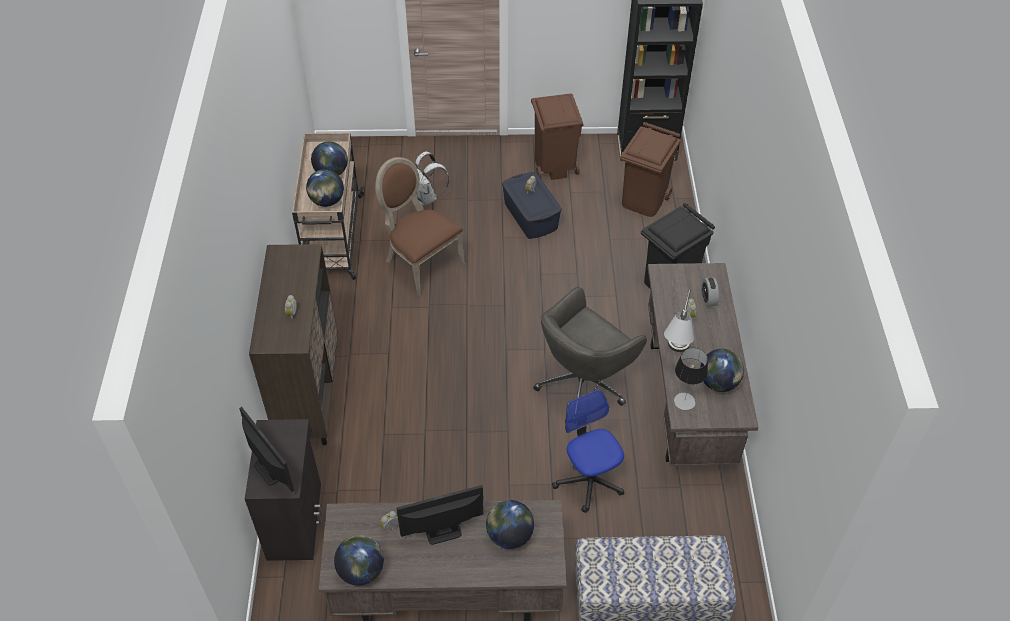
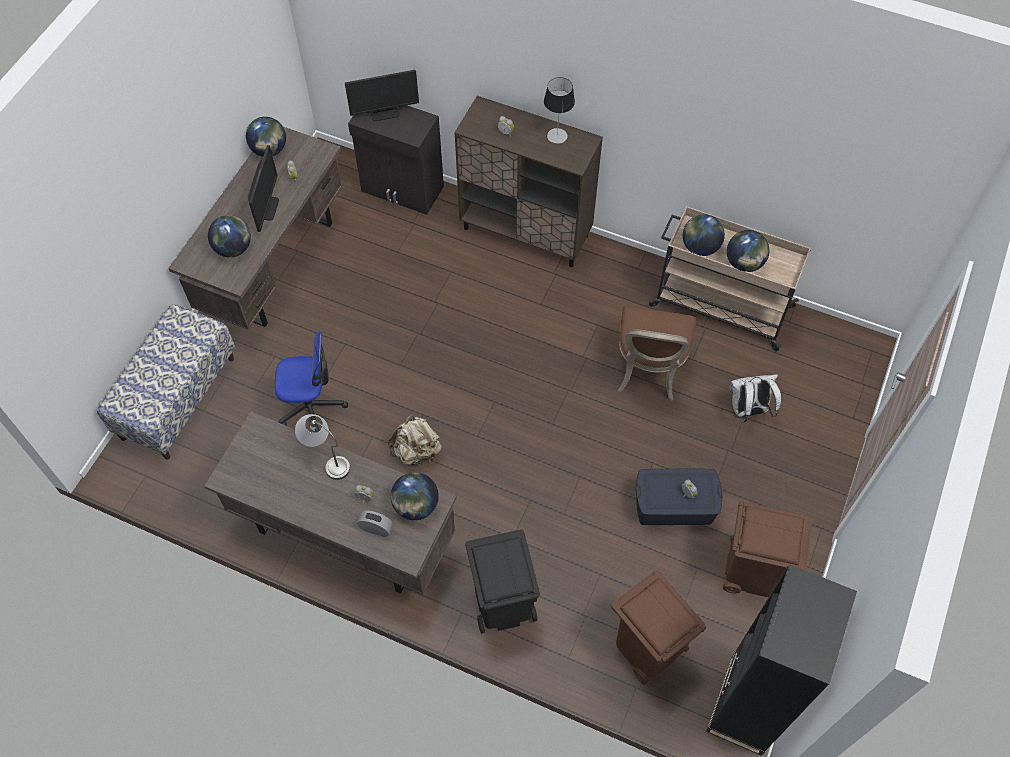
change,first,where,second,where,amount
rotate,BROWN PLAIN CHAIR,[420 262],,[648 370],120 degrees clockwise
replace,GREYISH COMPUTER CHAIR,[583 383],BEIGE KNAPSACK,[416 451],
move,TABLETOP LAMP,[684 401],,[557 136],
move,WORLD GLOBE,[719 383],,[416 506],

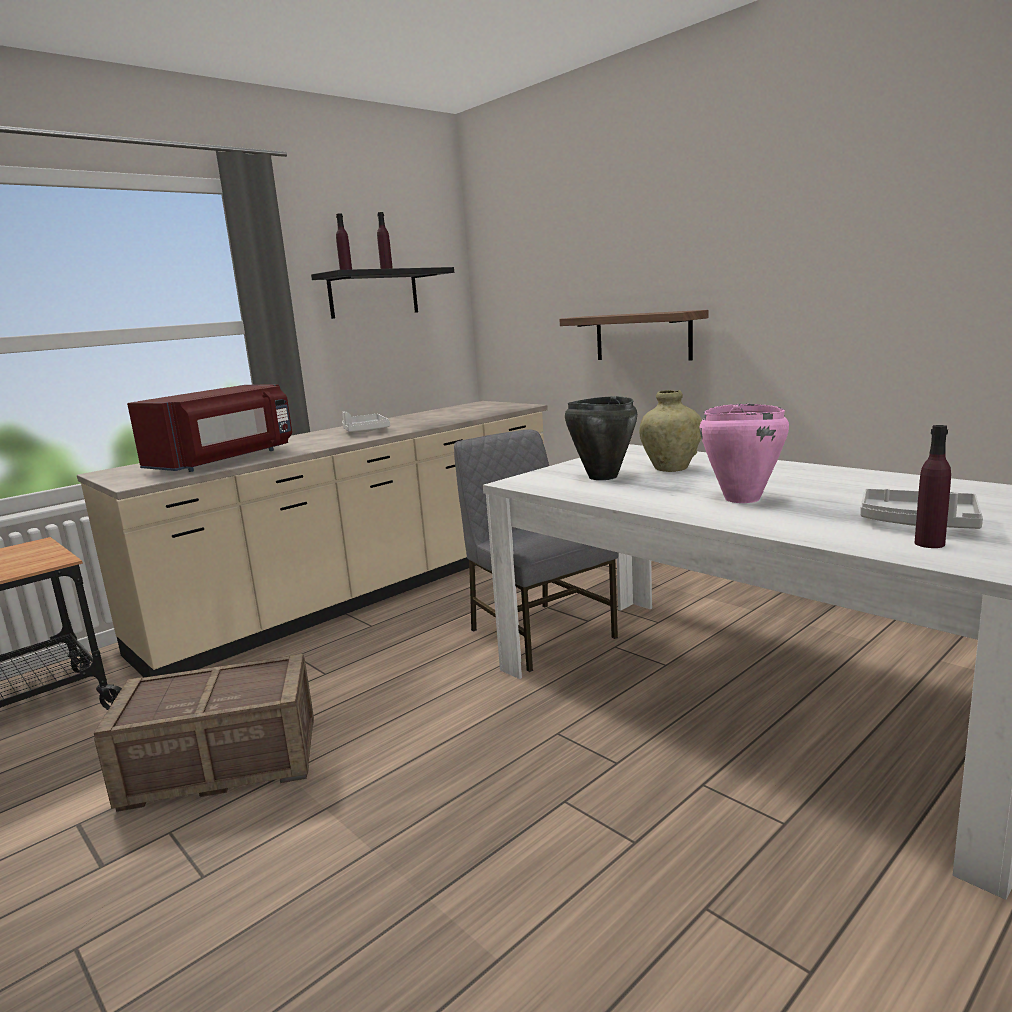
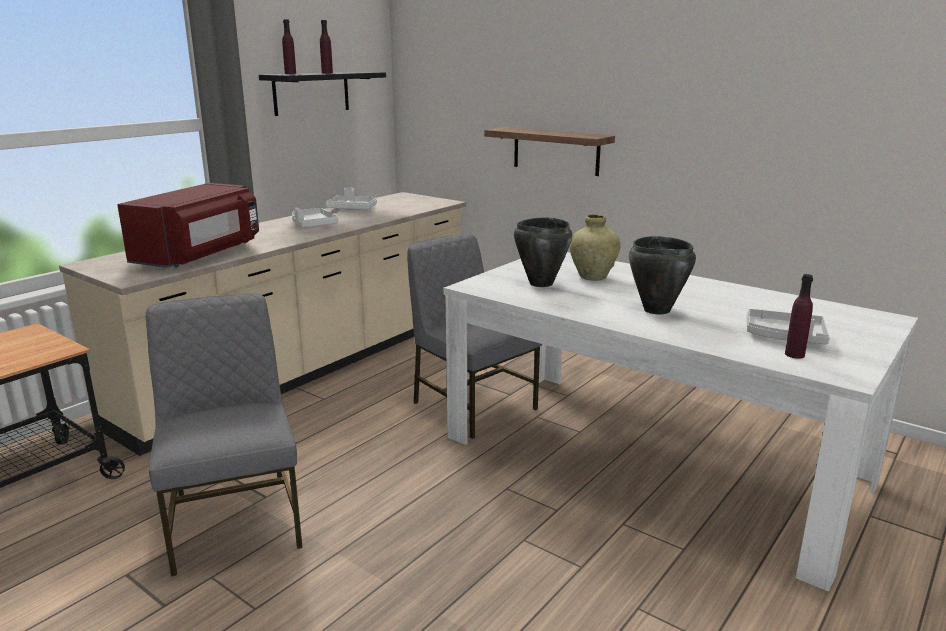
change,first,where,second,where,amount
recolor,PINK-COLOURED COOKING POT,[741 499],BLACKISH COOKING POT,[656 310],
replace,PACKING CRATE,[223 763],GREYISH PLAIN CHAIR,[235 521],
insert,,,WHITE-COLOURED CARRYING TRAY,[352 209],

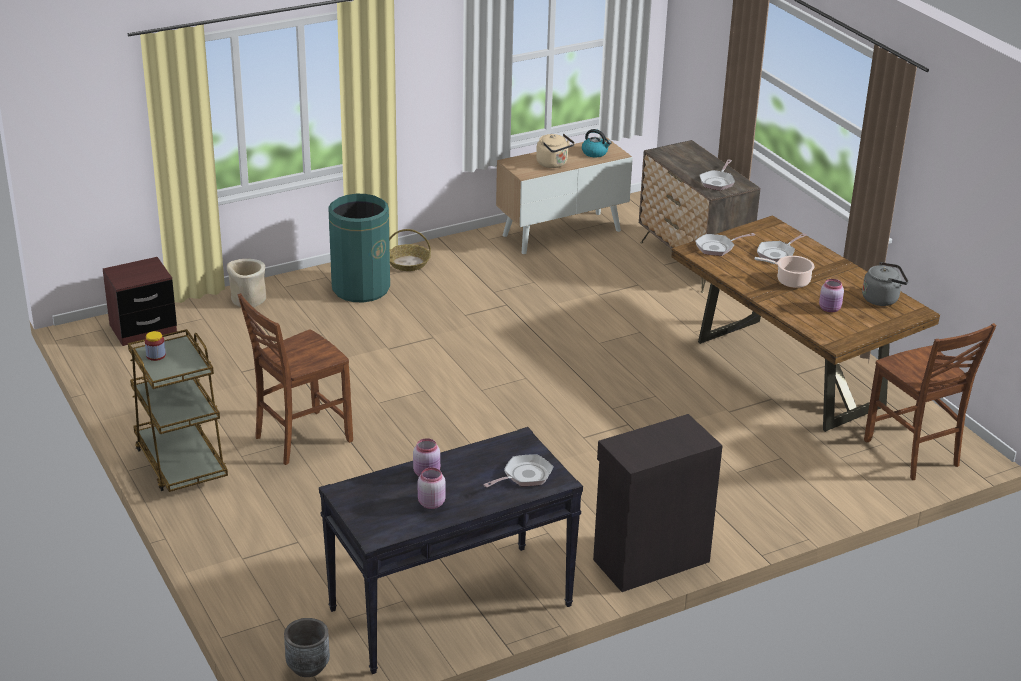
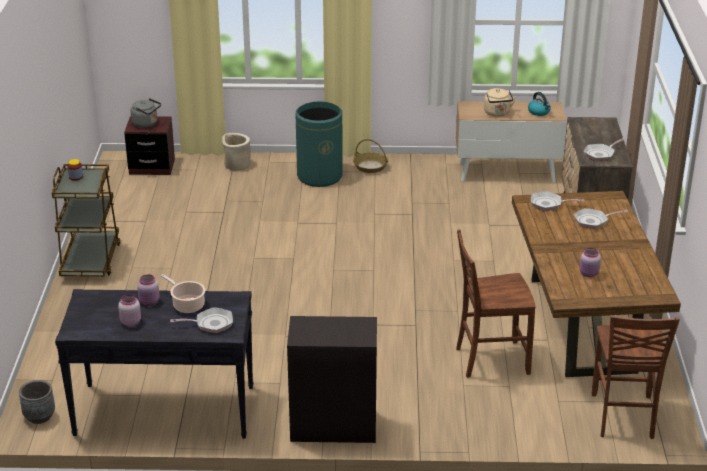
change,first,where,second,where,amount
move,COOKING POT,[790 281],,[187 305],
move,GREYISH WATER KETTLE,[882 299],,[146 124],
move,BROWN PLAIN CHAIR,[300 439],,[490 360],

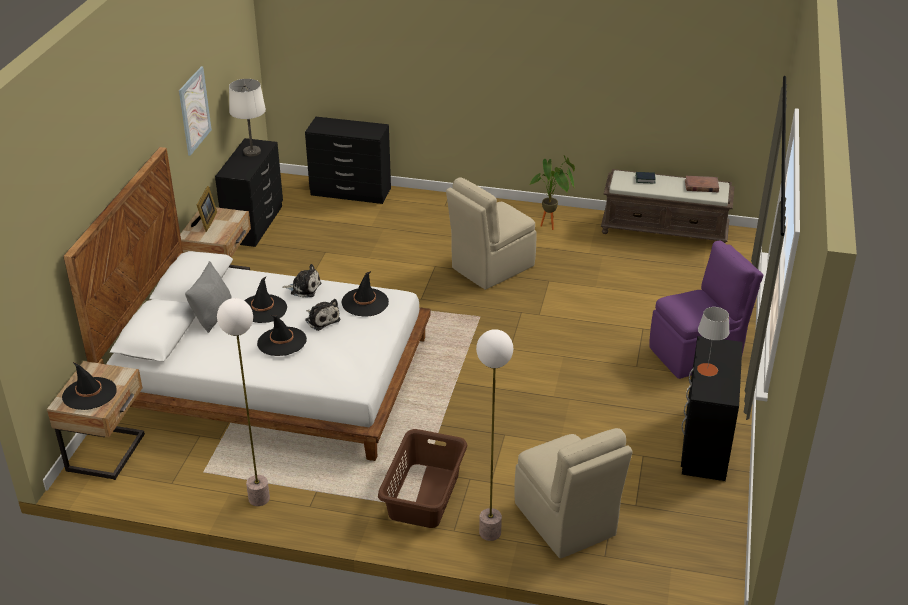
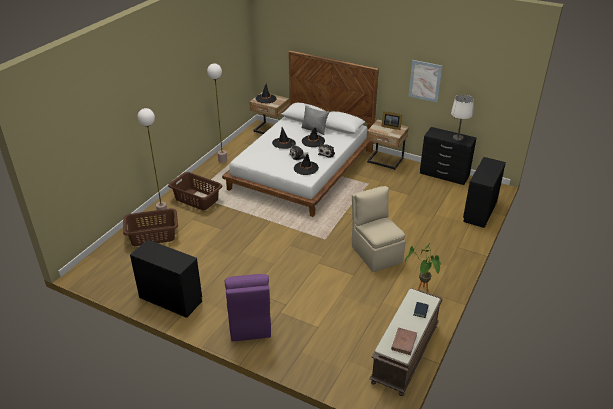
change,first,where,second,where,amount
delete,GREYISH TABLETOP LAMP,[707 370],,,
replace,BEIGE PLAIN CHAIR,[566 521],BROWN WASHING BASKET,[152 236],

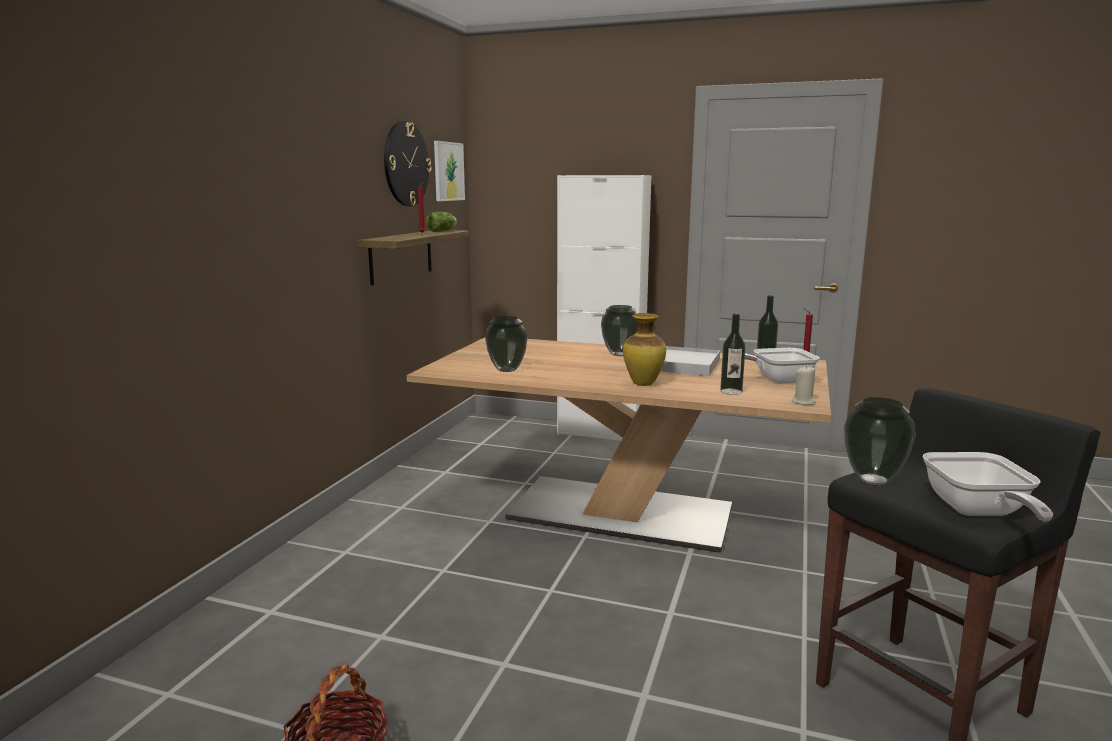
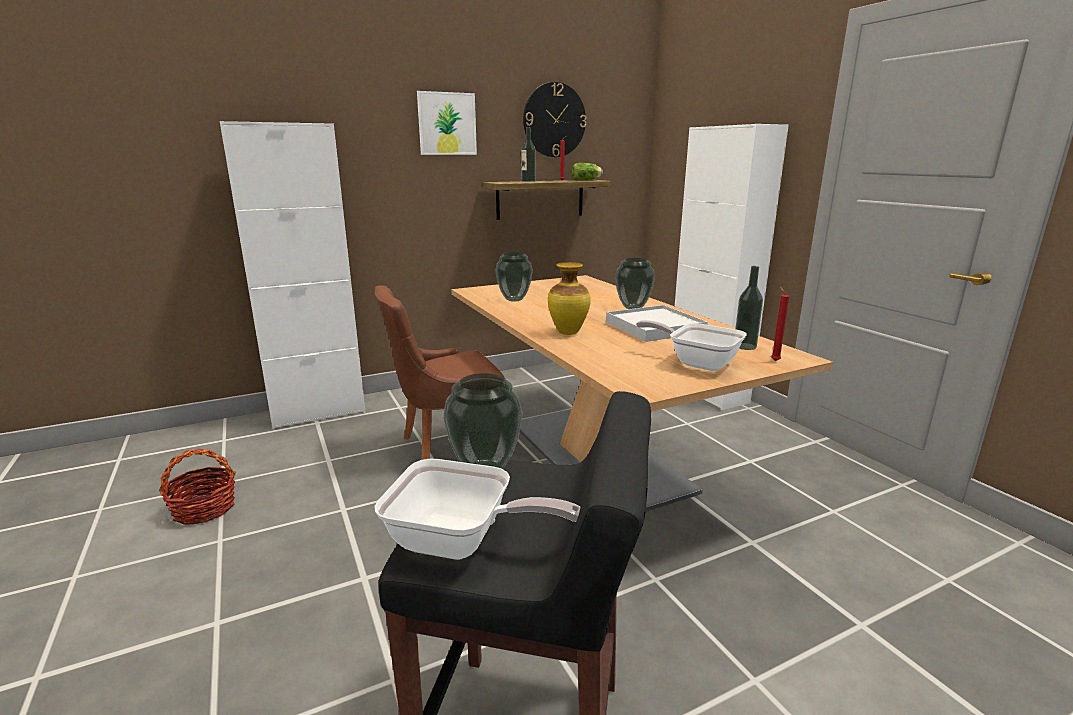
change,first,where,second,where,amount
move,WALL PICTURE,[448 171],,[447 124],
move,DRINK BOTTLE,[731 391],,[528 181],
delete,BEIGE WAX LIGHT,[803 402],,,
rotate,SKILLET,[978 512],,[461 542],120 degrees counterclockwise
insert,,,WHITE-COLOURED STORAGE CABINET,[318 413],
insert,,,BROWN PLAIN CHAIR,[447 449],

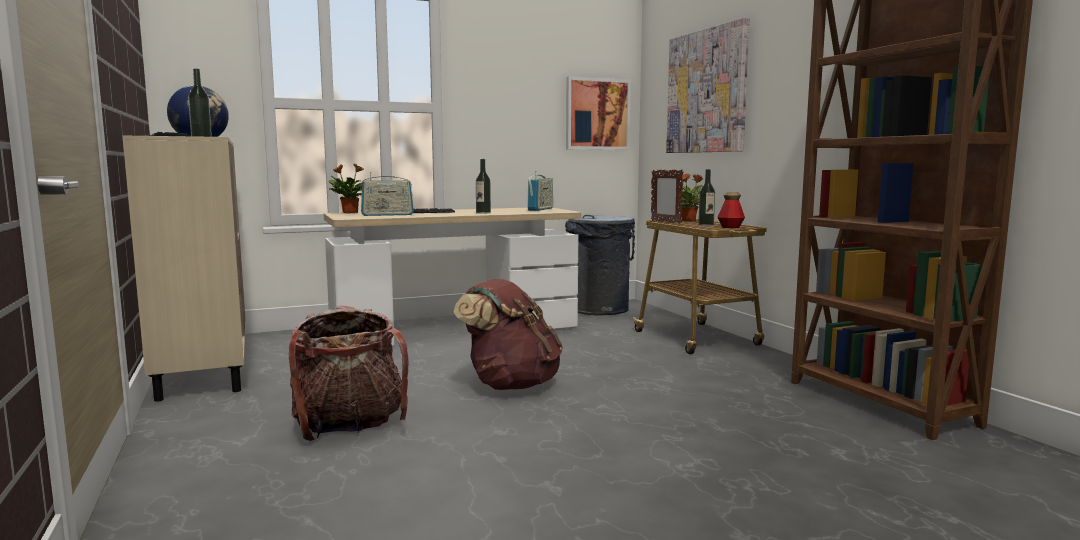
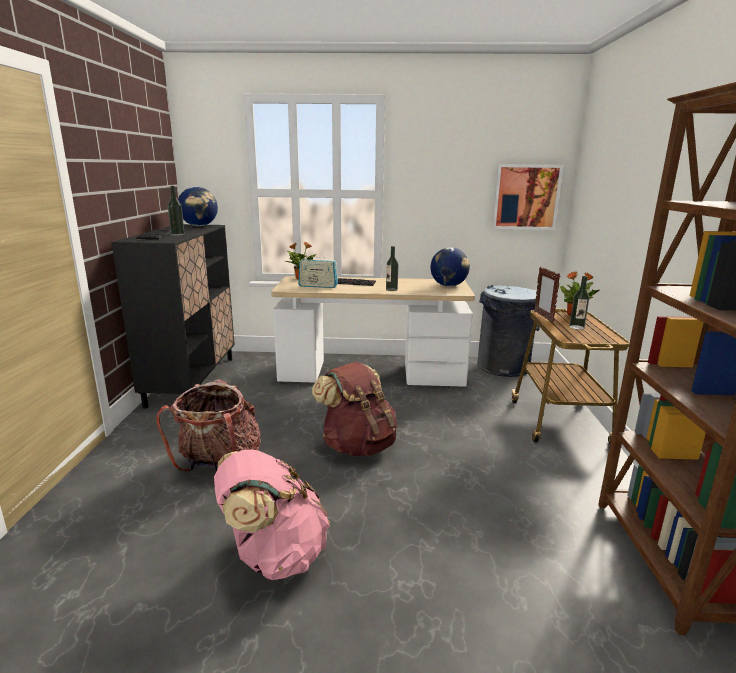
change,first,where,second,where,amount
delete,WALL PICTURE,[707 91],,,
recolor,BEIGE STORAGE CABINET,[204 367],BLACKISH STORAGE CABINET,[192 380],
replace,RADIO RECEIVER,[540 209],WORLD GLOBE,[449 286],
delete,DRINK BOTTLE,[730 227],,,
insert,,,PINK-COLOURED KNAPSACK,[274 555],

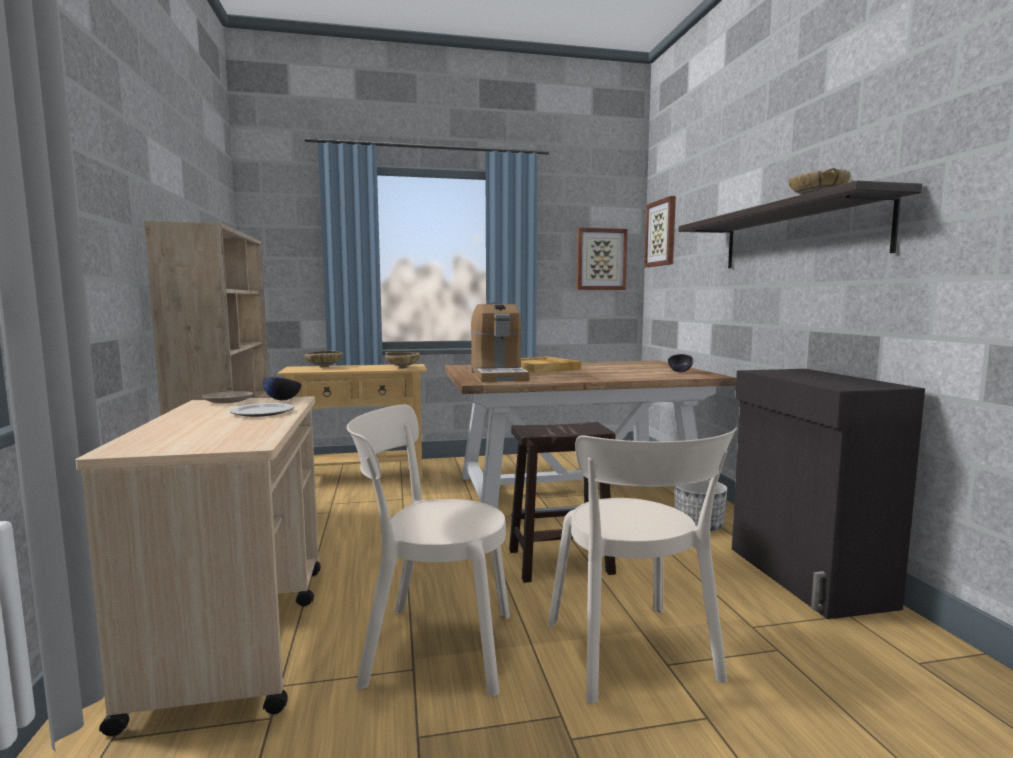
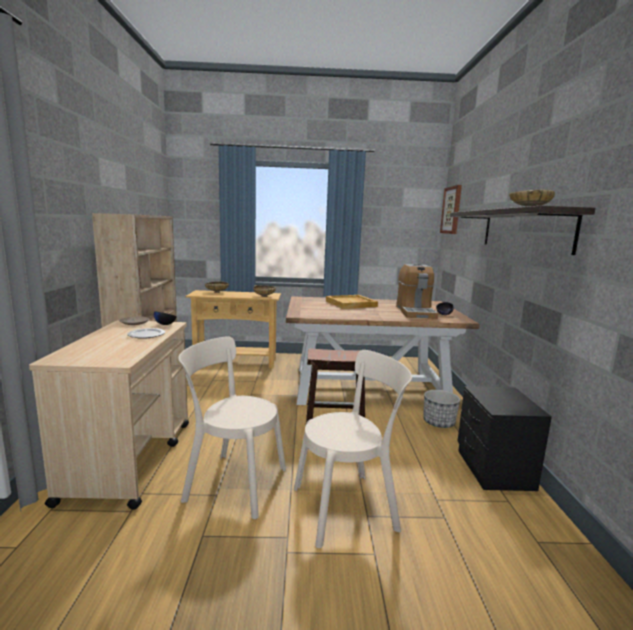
change,first,where,second,where,amount
delete,WALL PICTURE,[600 259],,,
move,COFFEE MAKER,[498 376],,[415 312],
replace,BLACKISH STORAGE CABINET,[806 577],BLACKISH NIGHTSTAND,[494 470],
rotate,BEIGE PLAIN CHAIR,[633 656],,[349 507],105 degrees counterclockwise

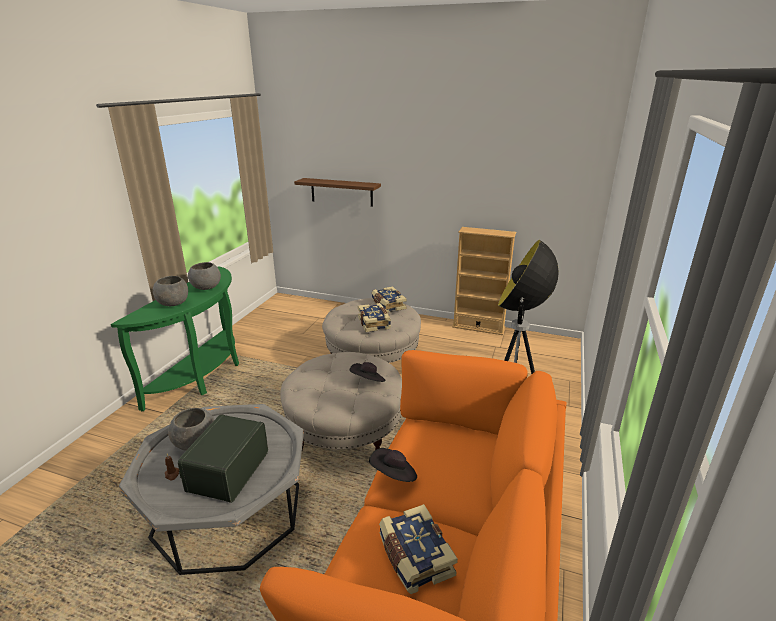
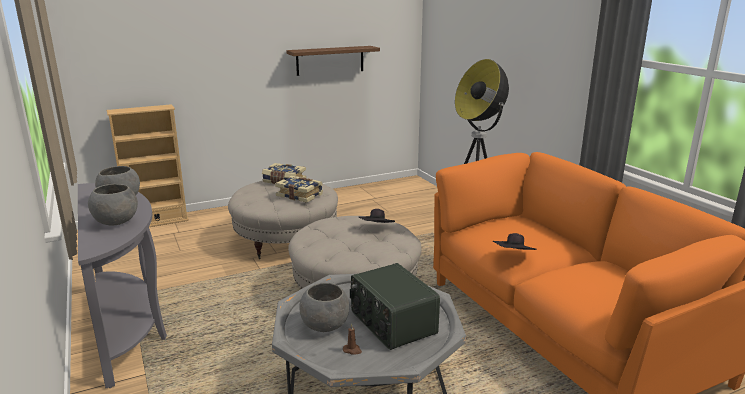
change,first,where,second,where,amount
move,BROWN SHELF,[341 192],,[330 60],
move,BEIGE BOOKSHELF,[478 327],,[157 222],
recolor,GREENISH CONSOLE TABLE,[203 375],GREYISH CONSOLE TABLE,[130 326],
delete,BOOK,[414 557],,,

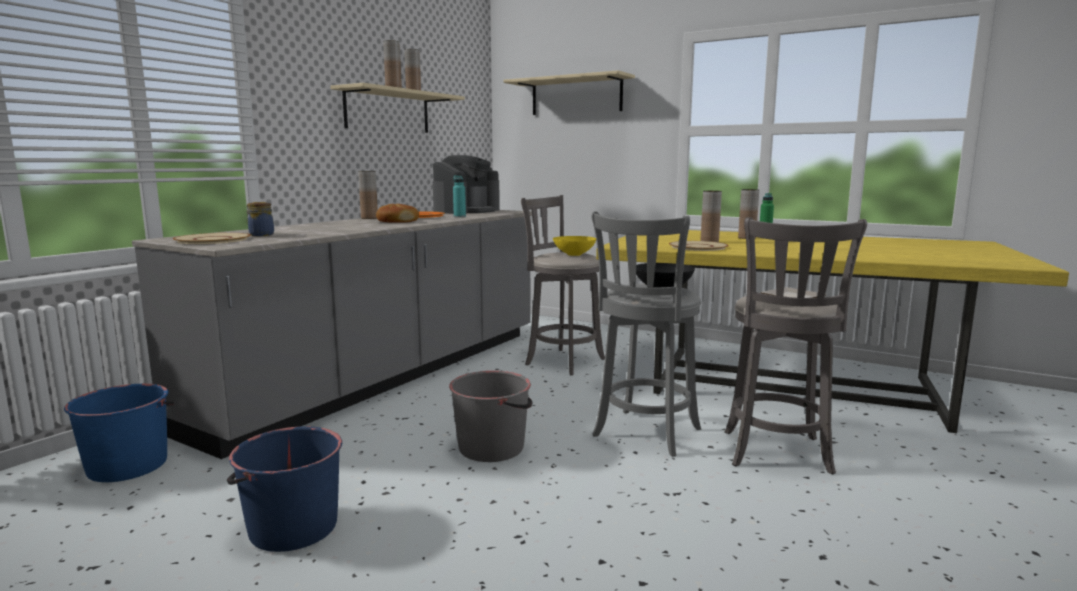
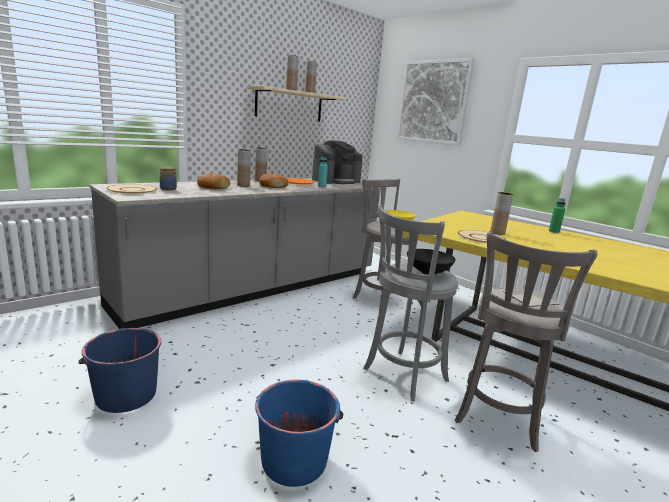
change,first,where,second,where,amount
replace,BEIGE SHELF,[576 96],WALL PICTURE,[433 102],
move,BROWN VASE,[747 238],,[243 185],
delete,GREYISH PAIL,[492 448],,,
move,BLUE-COLOURED PAIL,[128 465],,[294 460],
insert,,,BREAD,[213 187],

